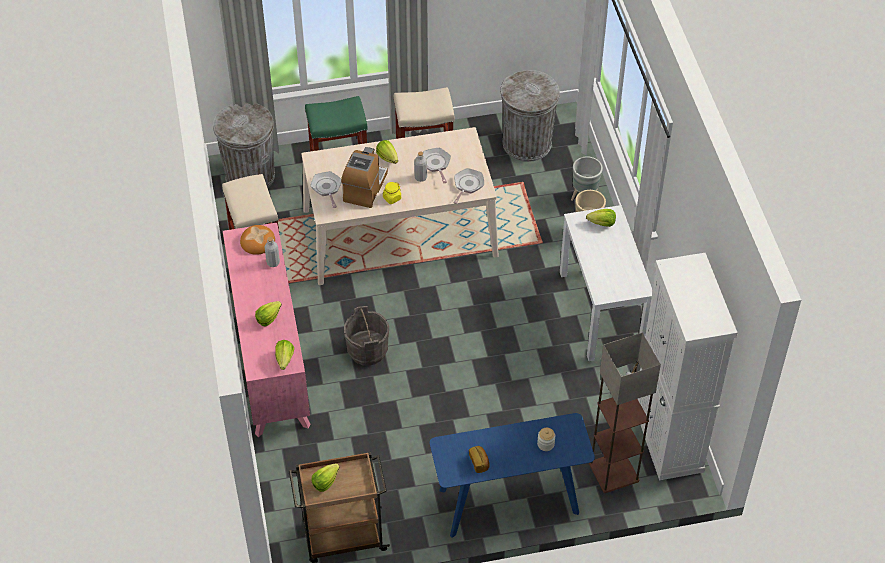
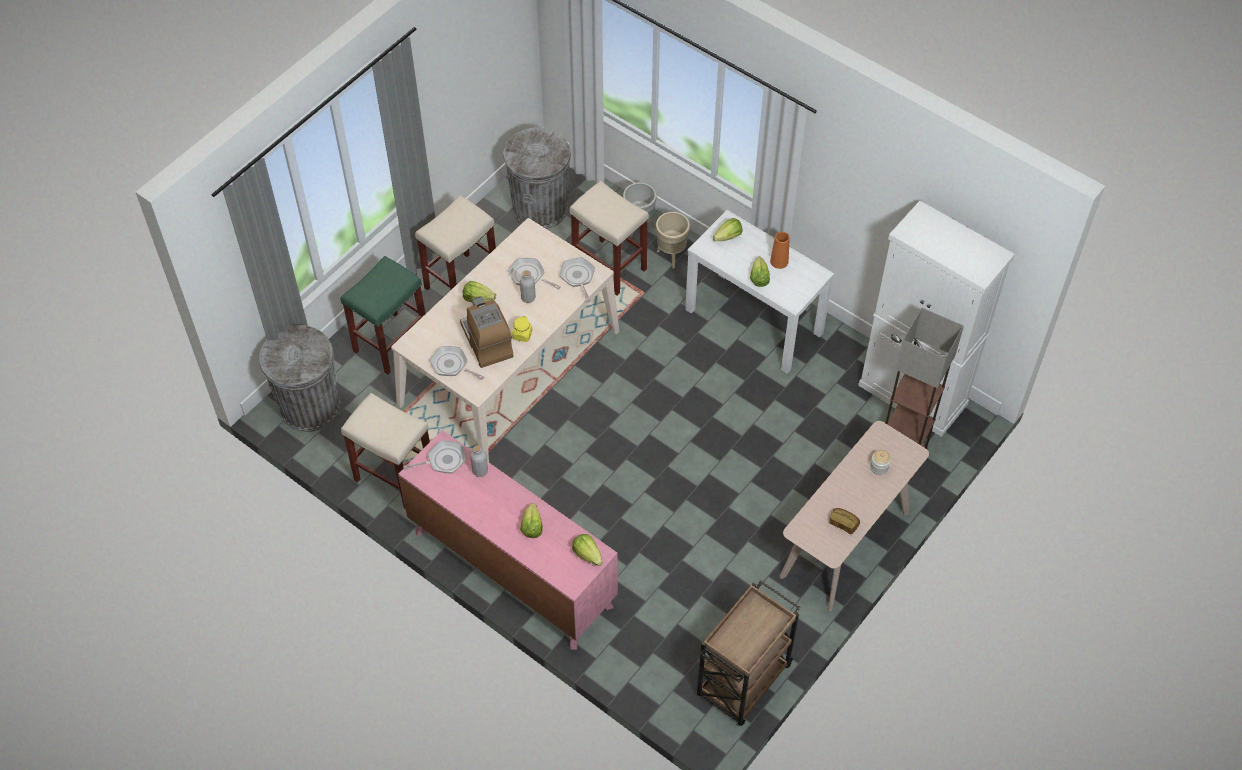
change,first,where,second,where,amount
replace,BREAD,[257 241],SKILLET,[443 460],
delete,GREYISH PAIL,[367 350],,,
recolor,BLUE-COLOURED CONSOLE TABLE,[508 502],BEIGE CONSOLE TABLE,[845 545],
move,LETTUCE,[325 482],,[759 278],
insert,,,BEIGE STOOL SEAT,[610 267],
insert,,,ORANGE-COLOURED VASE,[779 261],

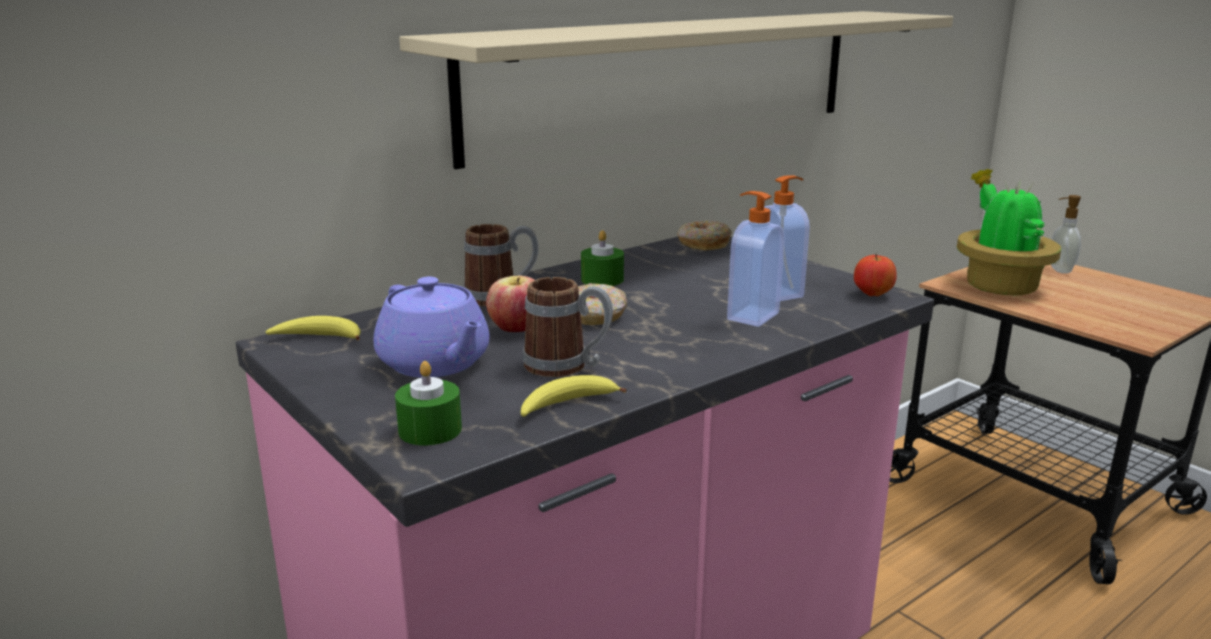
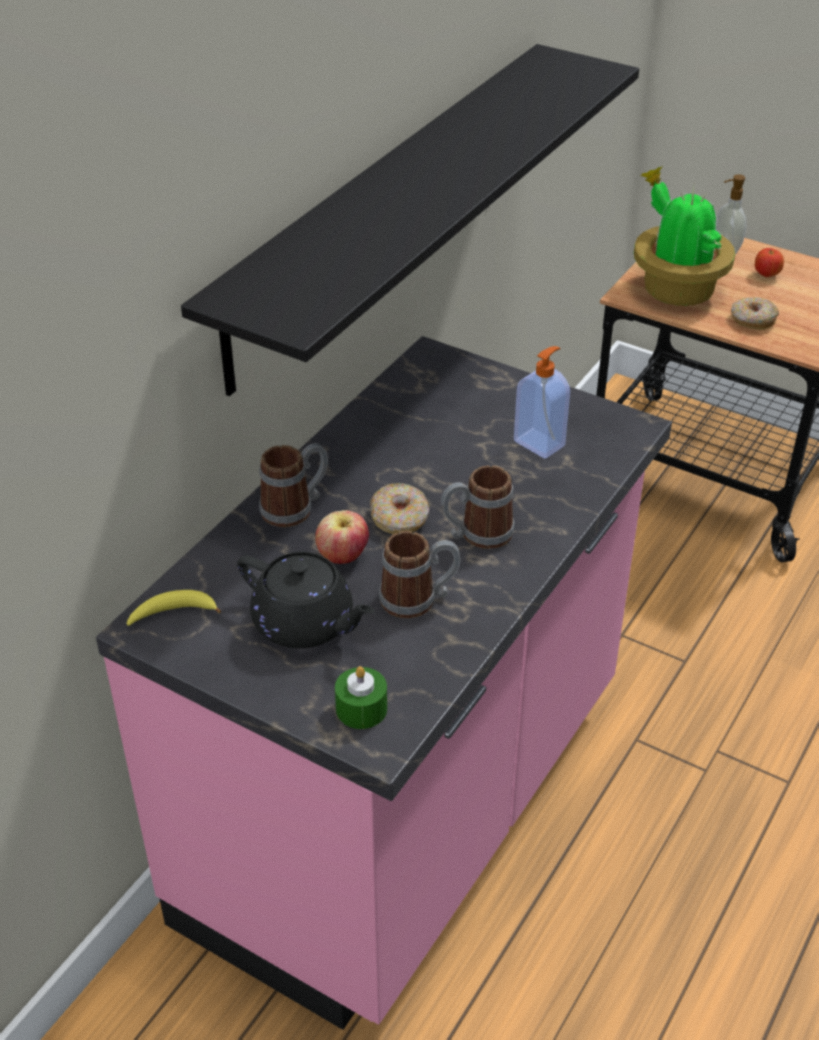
change,first,where,second,where,amount
recolor,BEIGE SHELF,[673 79],BLACKISH SHELF,[386 209],
delete,SOAP BOTTLE,[751 316],,,
move,RING DOUGHNUT,[703 244],,[752 320],
delete,GREENISH WAX LIGHT,[602 280],,,
move,APPLE,[873 294],,[766 275],
recolor,PURPLE POT FOR TEA,[435 363],BLACKISH POT FOR TEA,[305 624],
delete,WHOLE BANANA,[566 405],,,
insert,,,TEA MUG,[477 534],

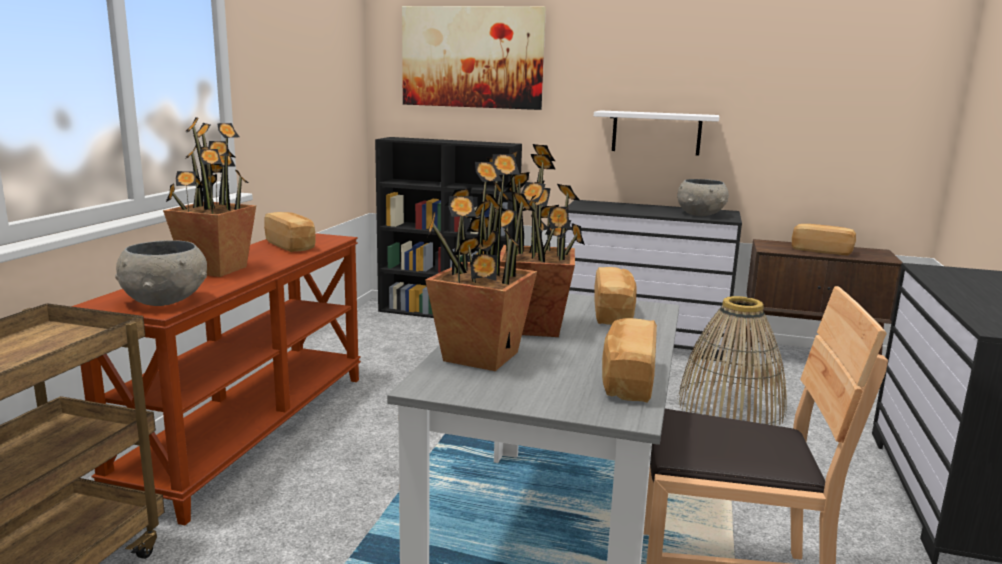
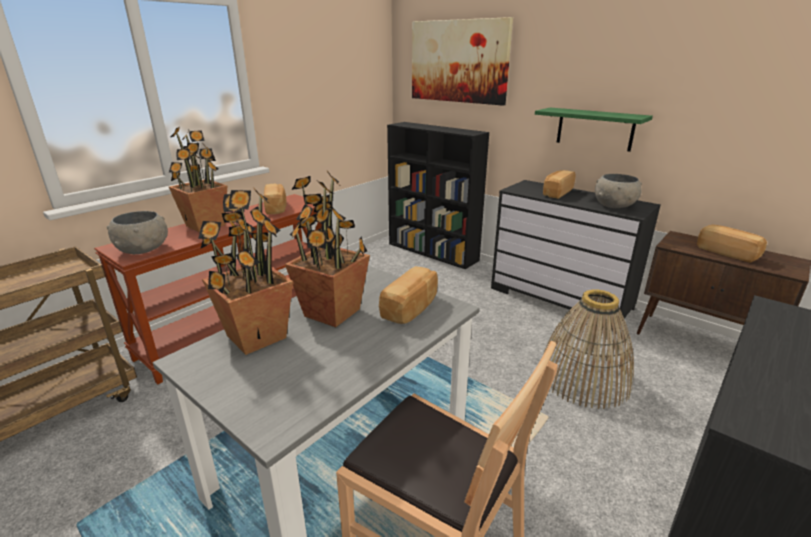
change,first,where,second,where,amount
recolor,WHITE-COLOURED SHELF,[656 133],GREENISH SHELF,[595 129],
move,BREAD,[626 380],,[556 193],

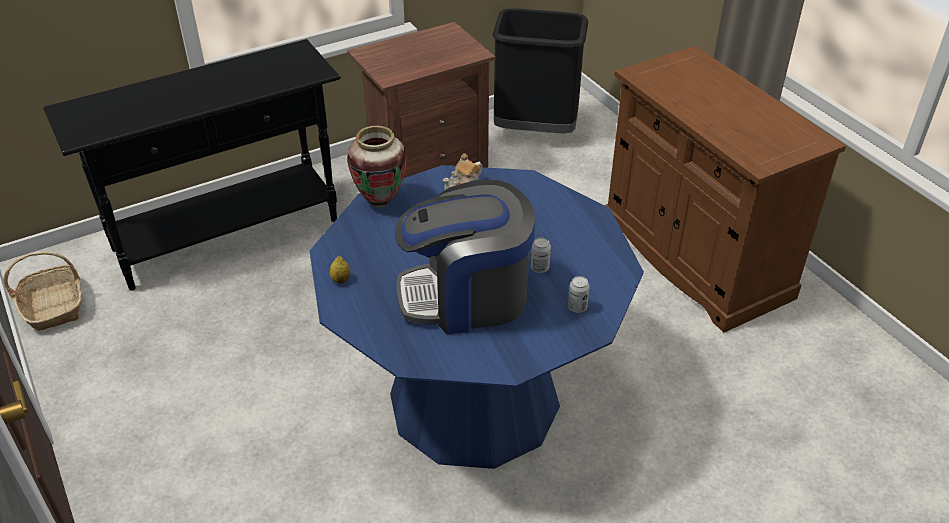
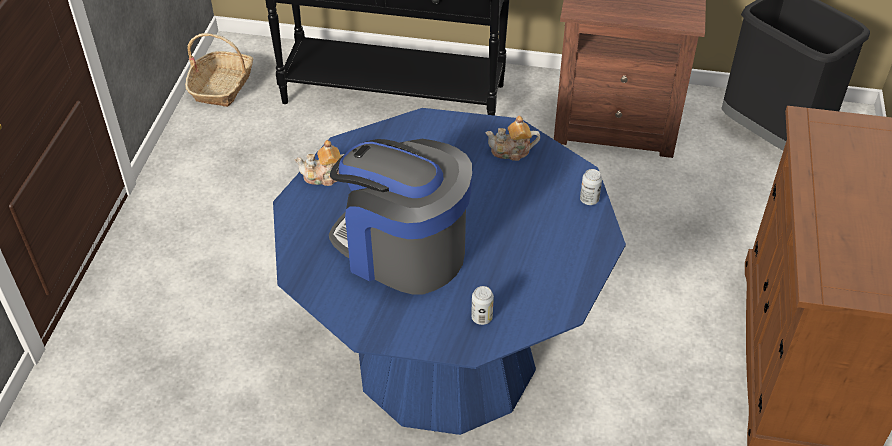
change,first,where,second,where,amount
delete,VASE,[380 202],,,
move,CAN,[540 268],,[589 200],
replace,WHOLE LEMON,[341 280],POT FOR TEA,[324 176],

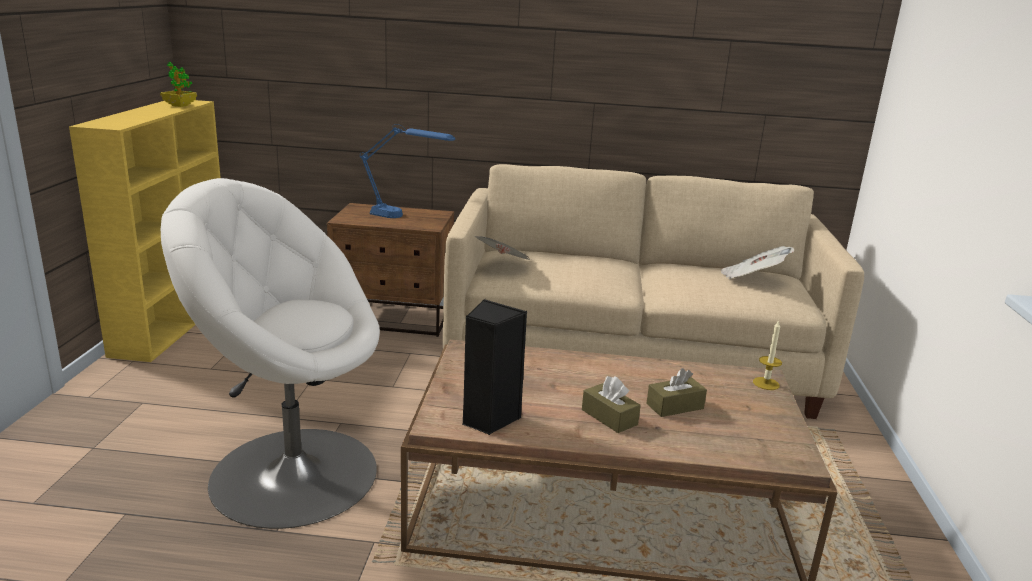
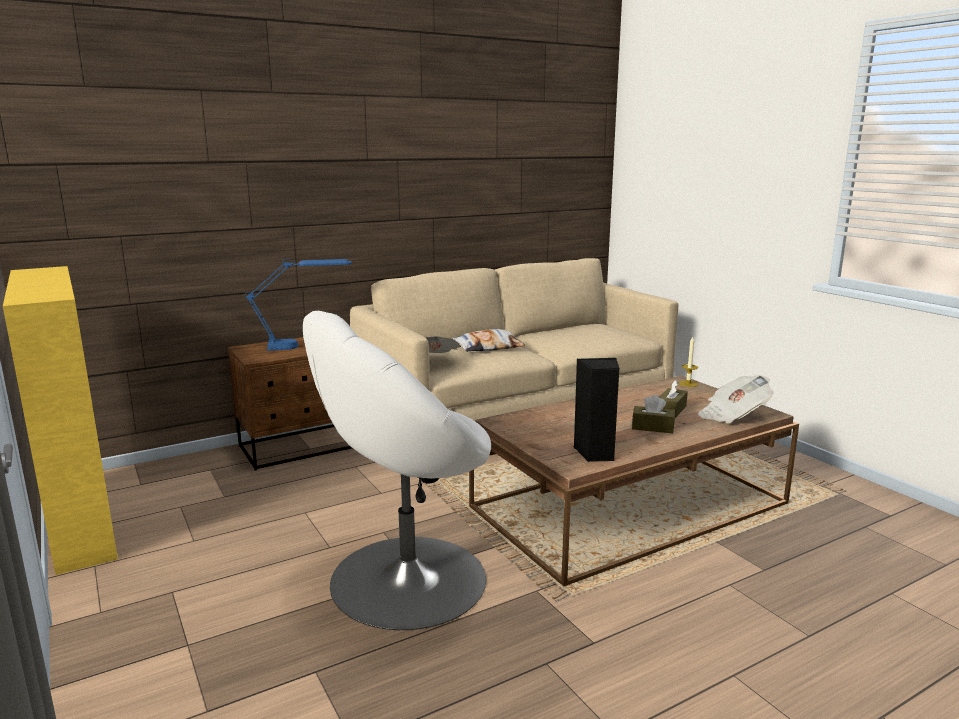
change,first,where,second,where,amount
delete,PLANT IN A POT,[180 105],,,
move,PRINTED PAPER,[752 279],,[732 416],
insert,,,THROW PILLOW,[488 347],

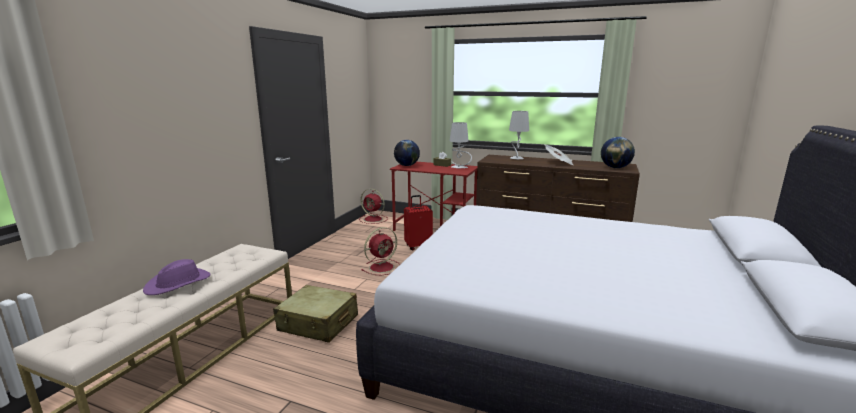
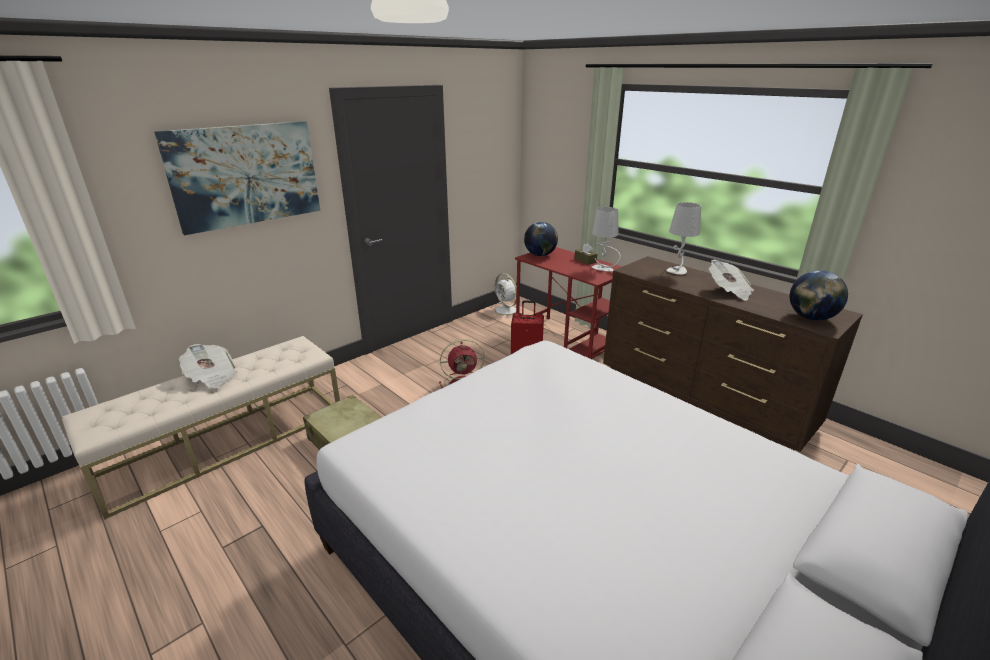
change,first,where,second,where,amount
recolor,RED FAN,[373 219],WHITE-COLOURED FAN,[506 310],
replace,PURPLE HAT,[178 283],PRINTED PAPER,[211 377],
insert,,,WALL PICTURE,[246 175],

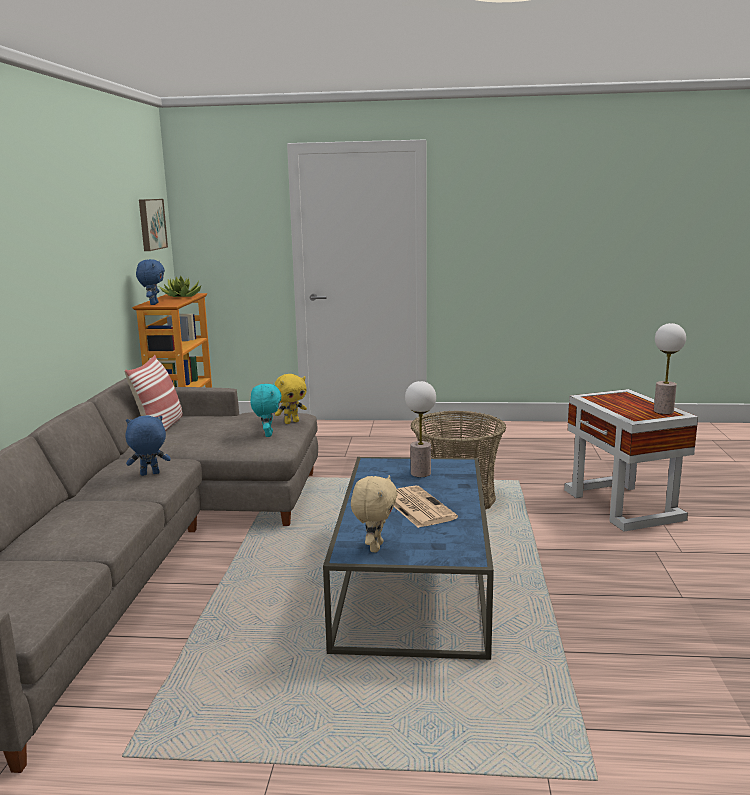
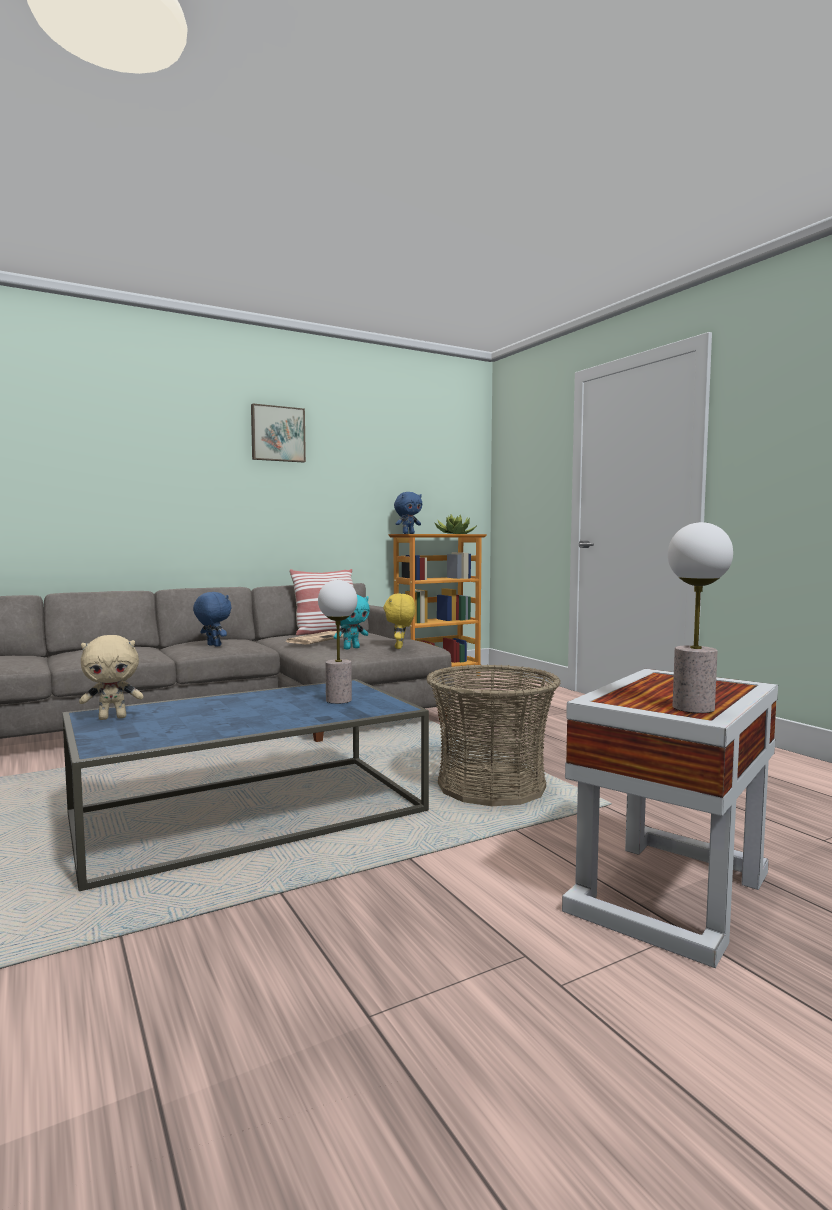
change,first,where,second,where,amount
move,WALL PICTURE,[151 224],,[277 434],
rotate,YELLOWISH SOFT TOY,[291 422],,[400 647],75 degrees clockwise
move,PRINTED PAPER,[417 507],,[318 639],

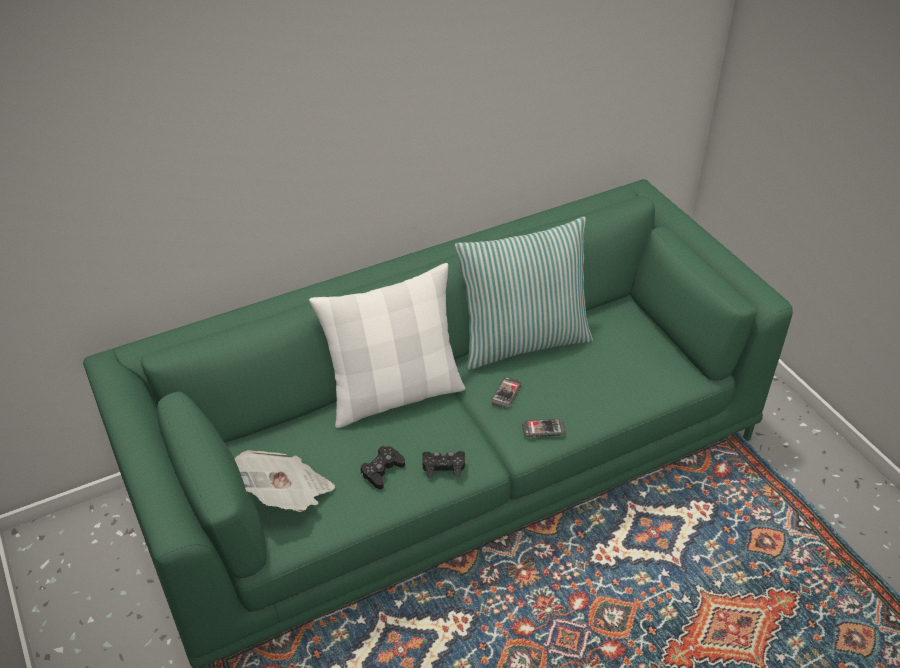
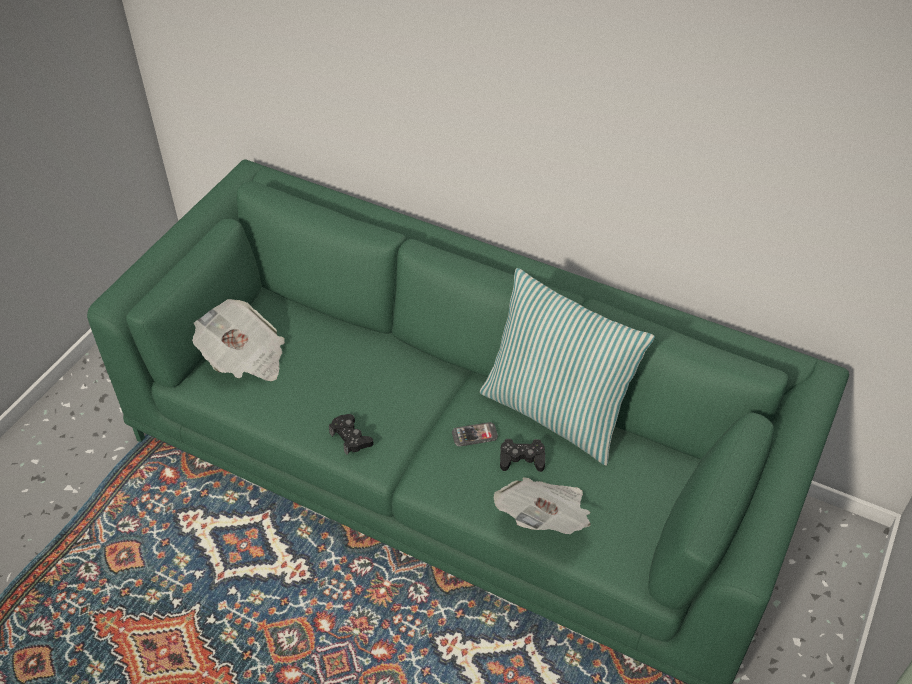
change,first,where,second,where,amount
delete,WHITE-COLOURED THROW PILLOW,[394 394],,,
delete,TELEPHONE,[543 429],,,
move,BLACKISH GAMEPAD,[382 470],,[522 459],
insert,,,PRINTED PAPER,[544 519],

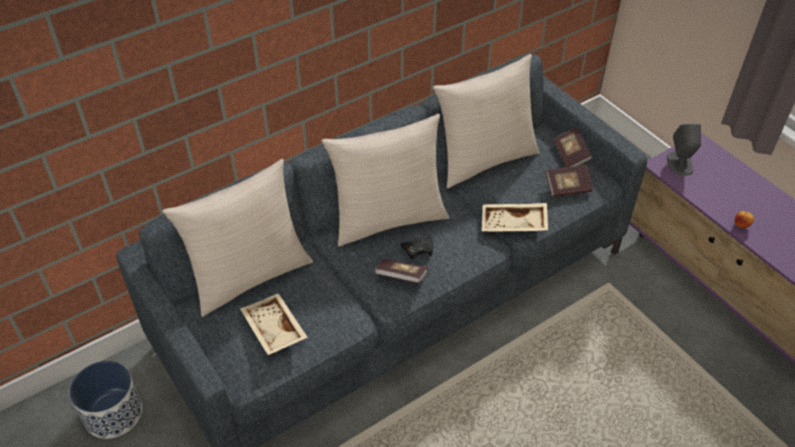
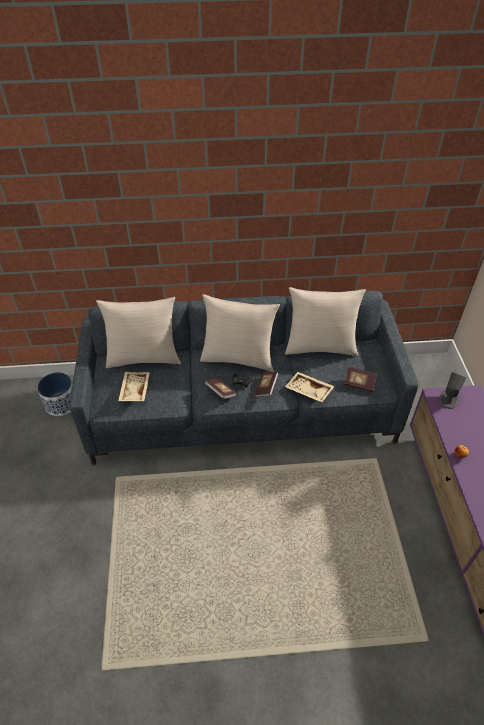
change,first,where,second,where,amount
move,BOOK,[571 155],,[266 388],

